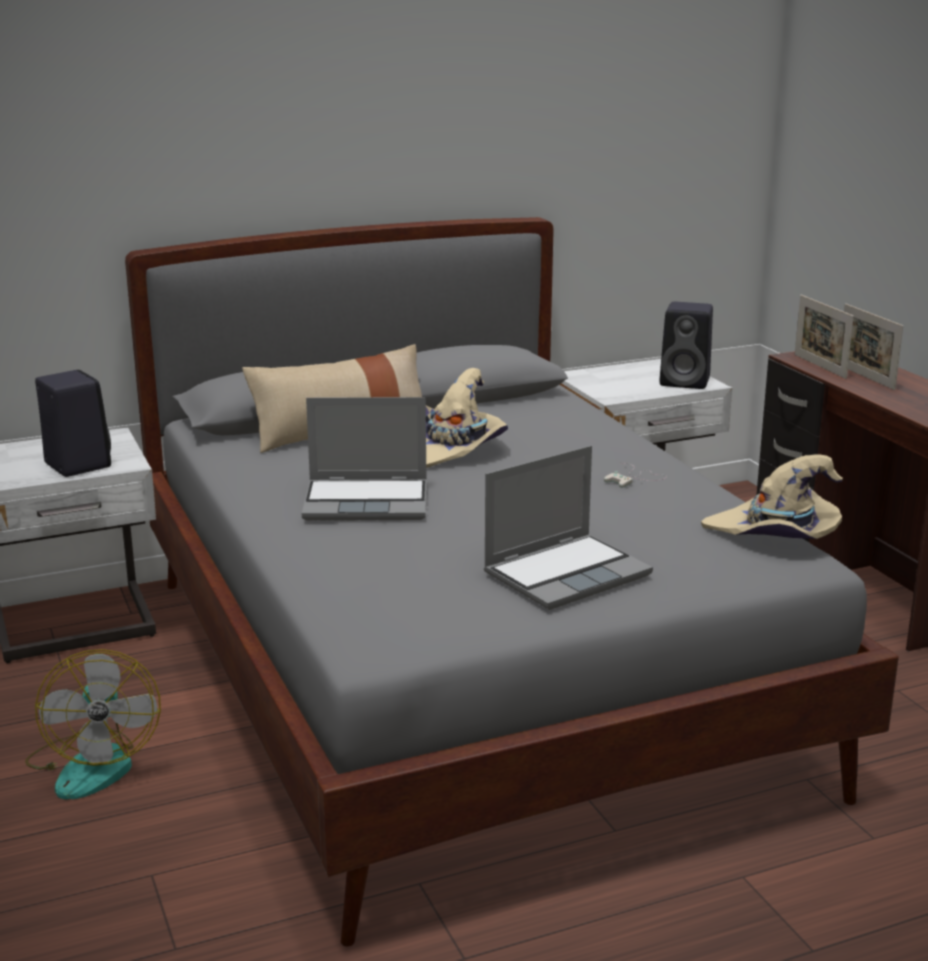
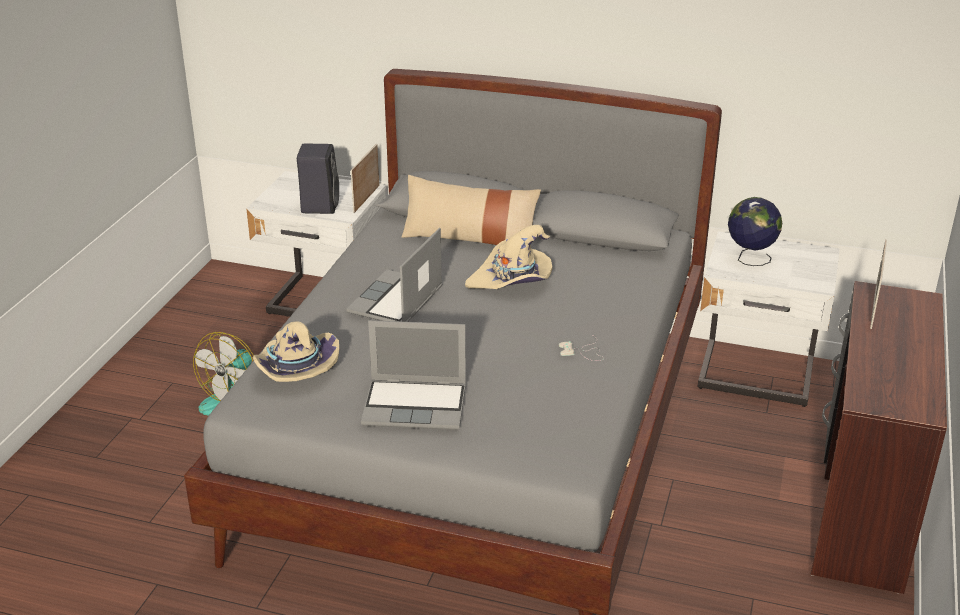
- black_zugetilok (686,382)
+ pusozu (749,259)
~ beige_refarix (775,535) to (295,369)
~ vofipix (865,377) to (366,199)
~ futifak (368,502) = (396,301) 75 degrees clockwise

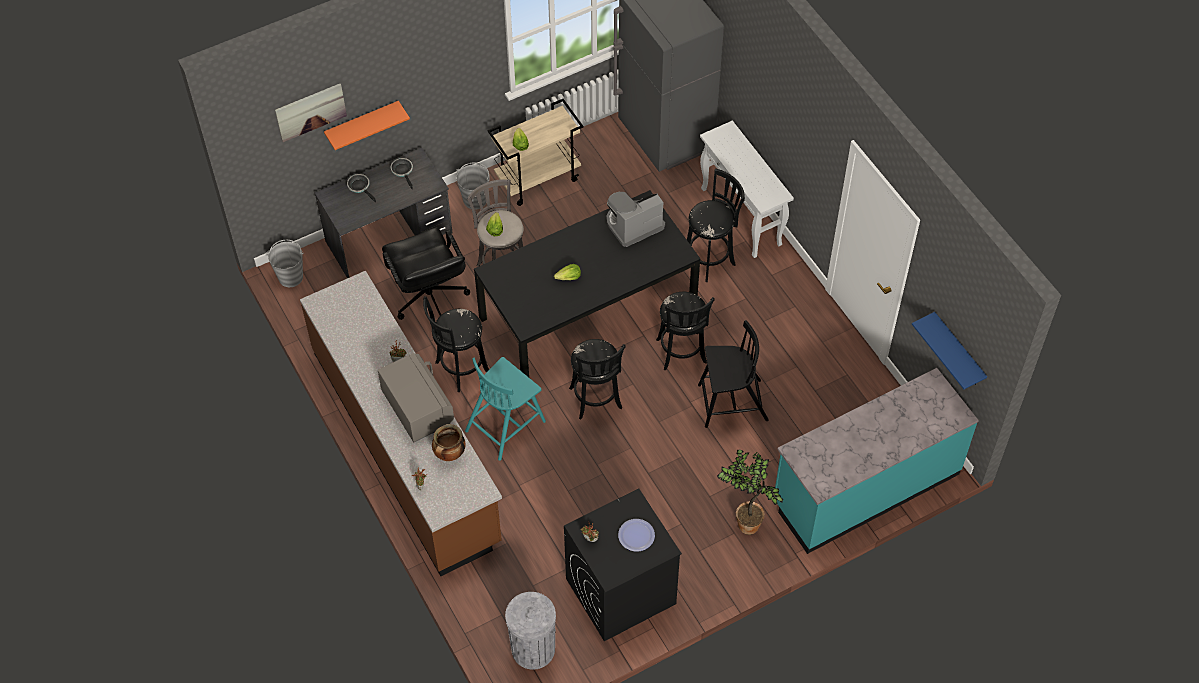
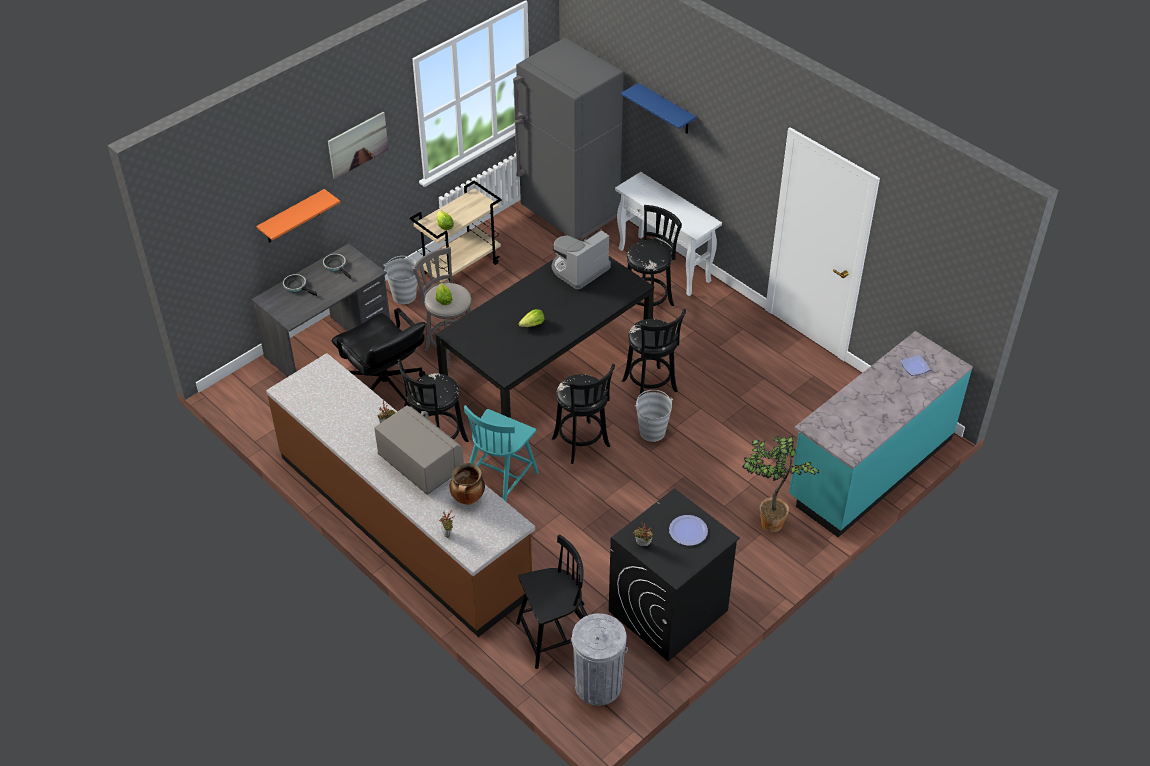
+ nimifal (914,367)
~ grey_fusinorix (291,277) to (652,431)
~ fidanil (310,112) to (358,144)
~ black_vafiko (731,403) to (558,635)
~ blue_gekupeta (958,351) to (666,110)

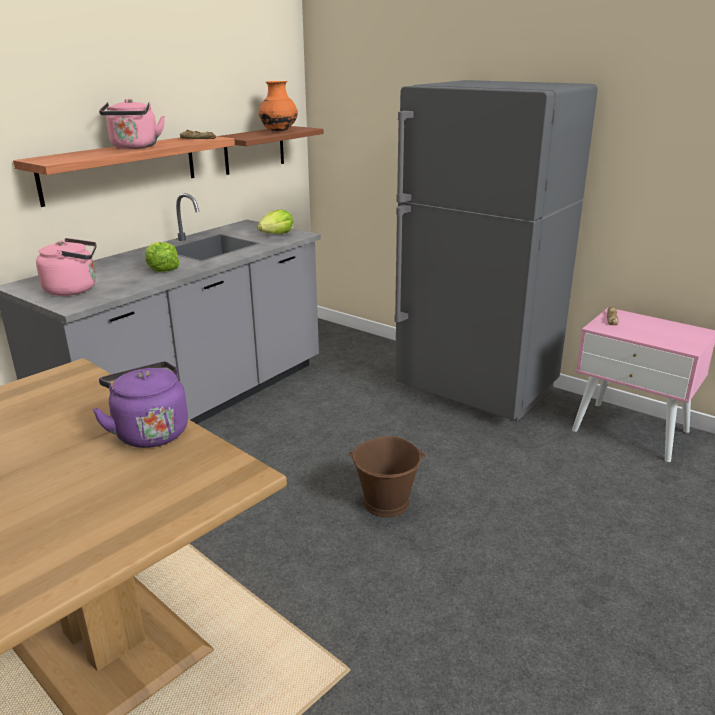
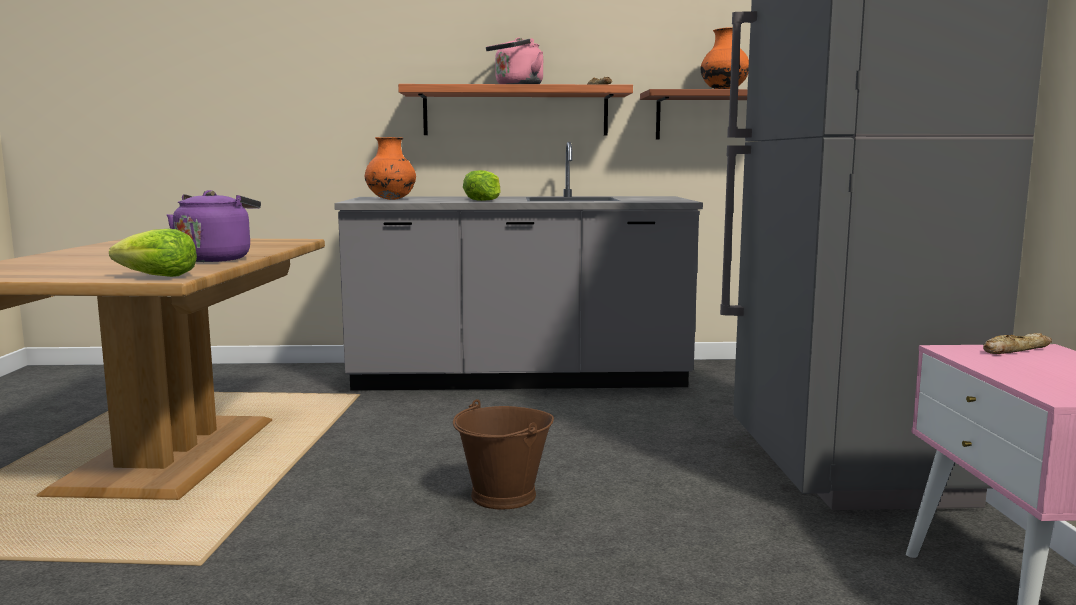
~ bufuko (276,234) to (158,276)
~ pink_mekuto (74,289) to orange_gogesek (391,199)

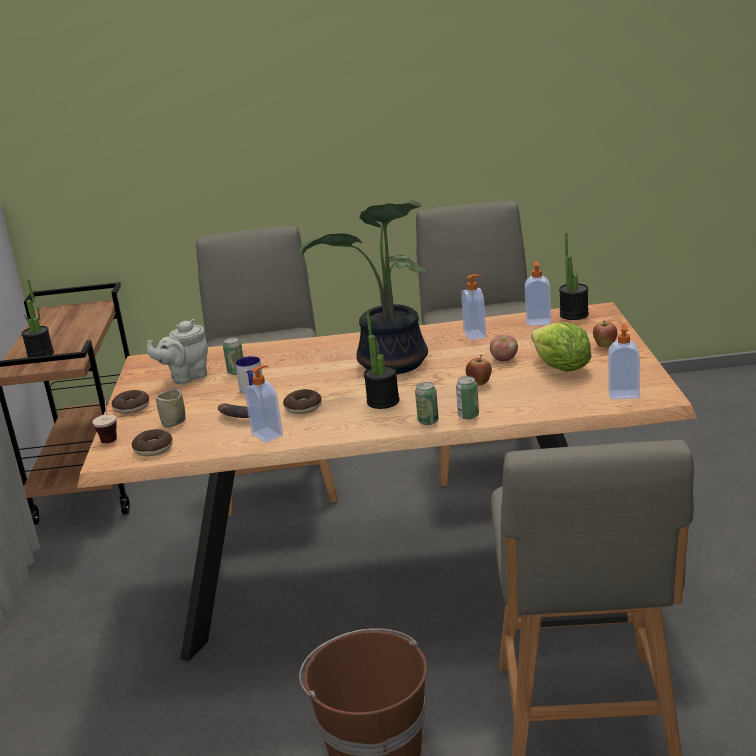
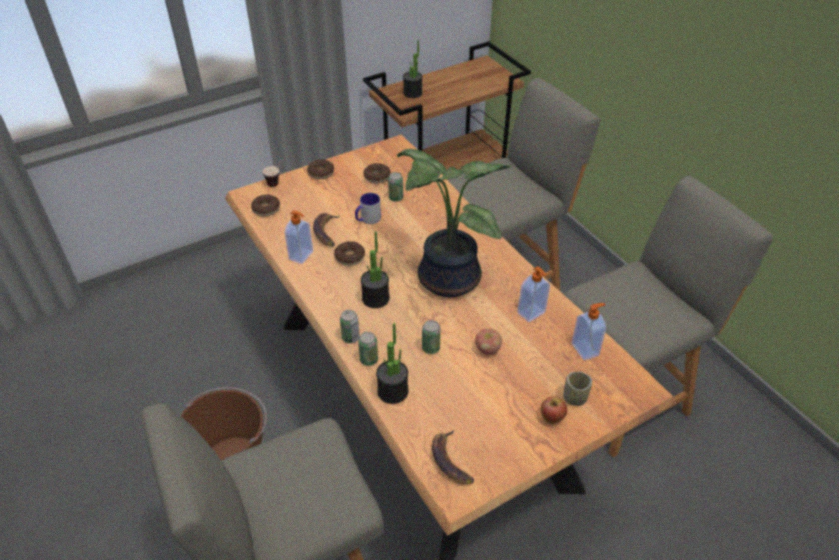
- bufuko (561,368)
~ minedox (174,422) to (574,398)
~ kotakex (574,315) to (393,391)
~ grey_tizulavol (186,377) to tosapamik (377,177)
~ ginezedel (479,384) to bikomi (431,348)
~ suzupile (623,394) to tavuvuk (450,460)

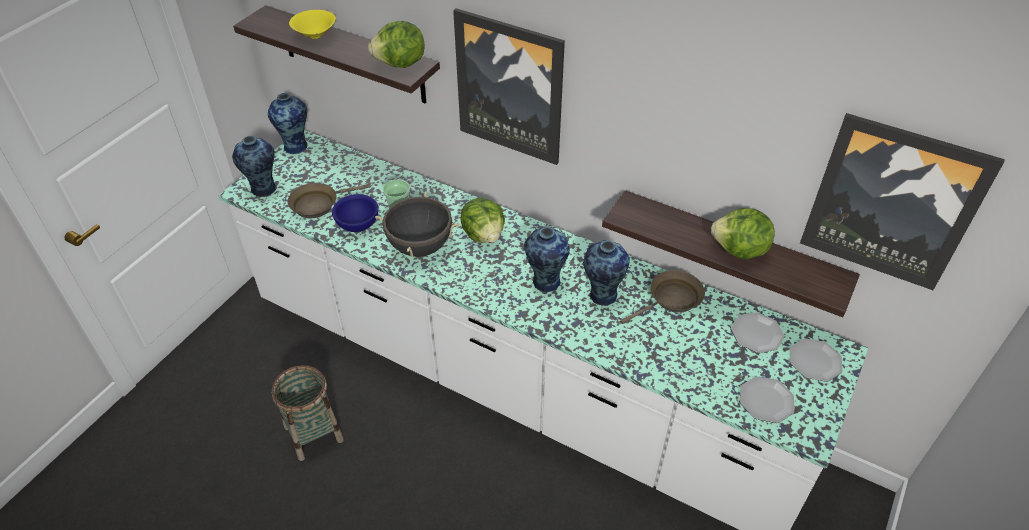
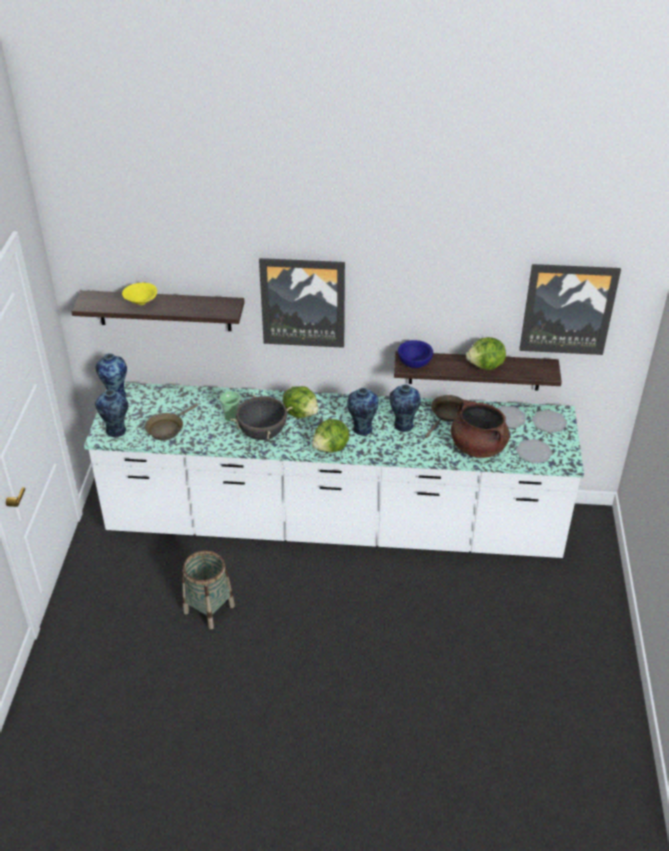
+ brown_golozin (477,447)
~ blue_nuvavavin (358,225) to (414,363)
~ bufuko (400,64) to (331,448)

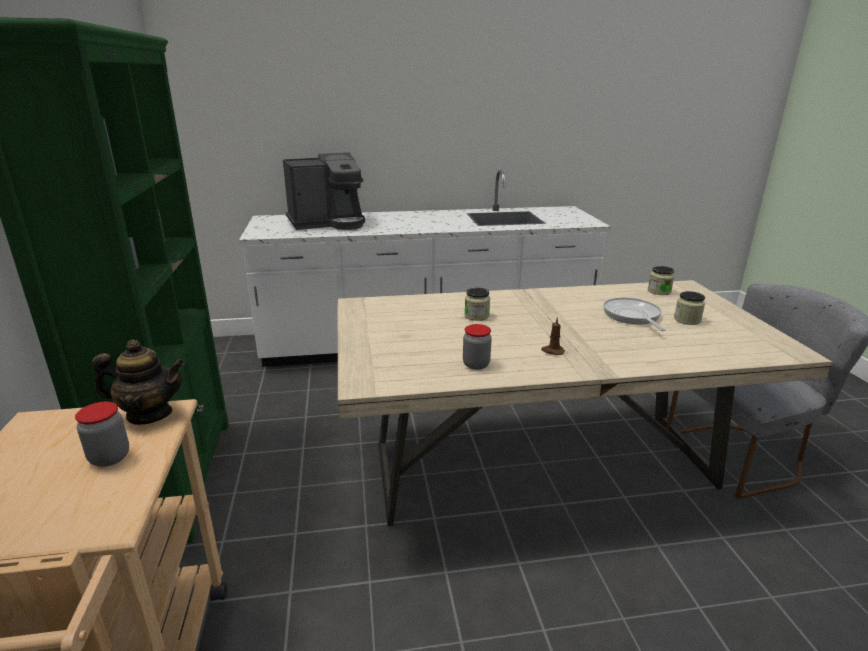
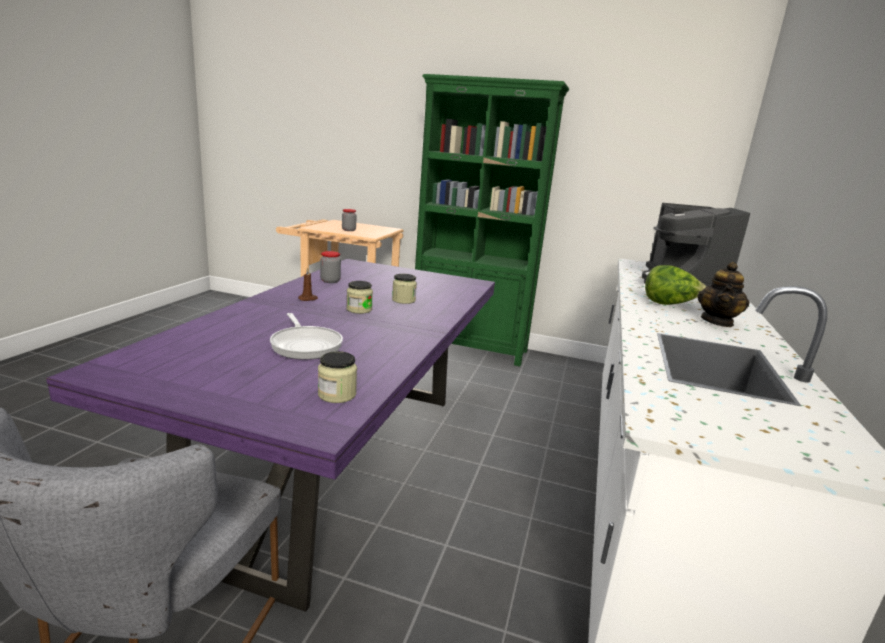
+ bufuko (669,304)
~ tizulavol (149,414) to (717,321)
~ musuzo (687,320) to (359,309)
~ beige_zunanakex (540,468) to purple_zunanakex (340,463)
~ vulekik (632,316) = (305,345) 45 degrees clockwise

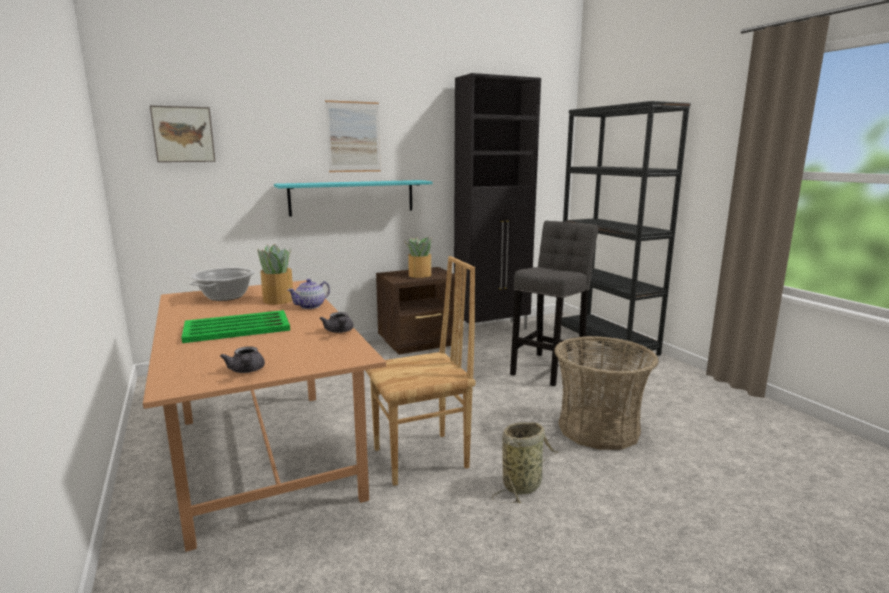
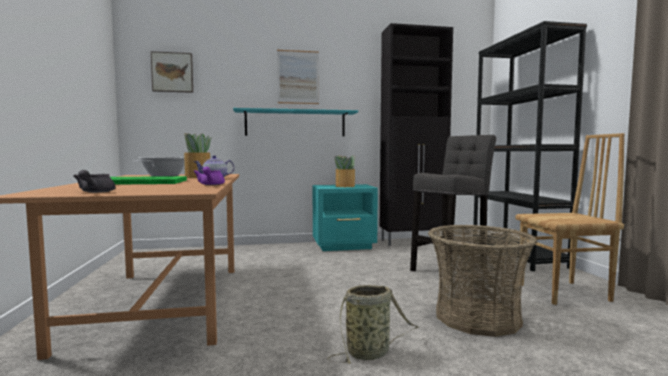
~ brown_vafiko (422,459) to (565,293)
~ grey_tizulavol (339,331) to purple_tizulavol (210,185)
~ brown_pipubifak (419,343) to turquoise_pipubifak (344,246)

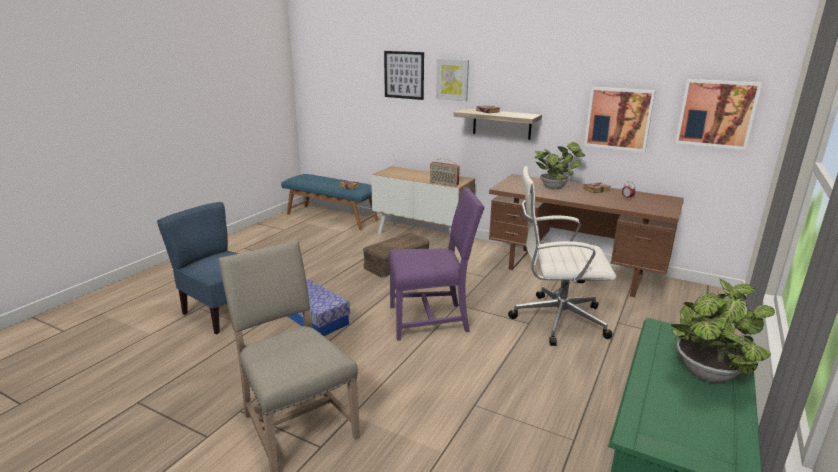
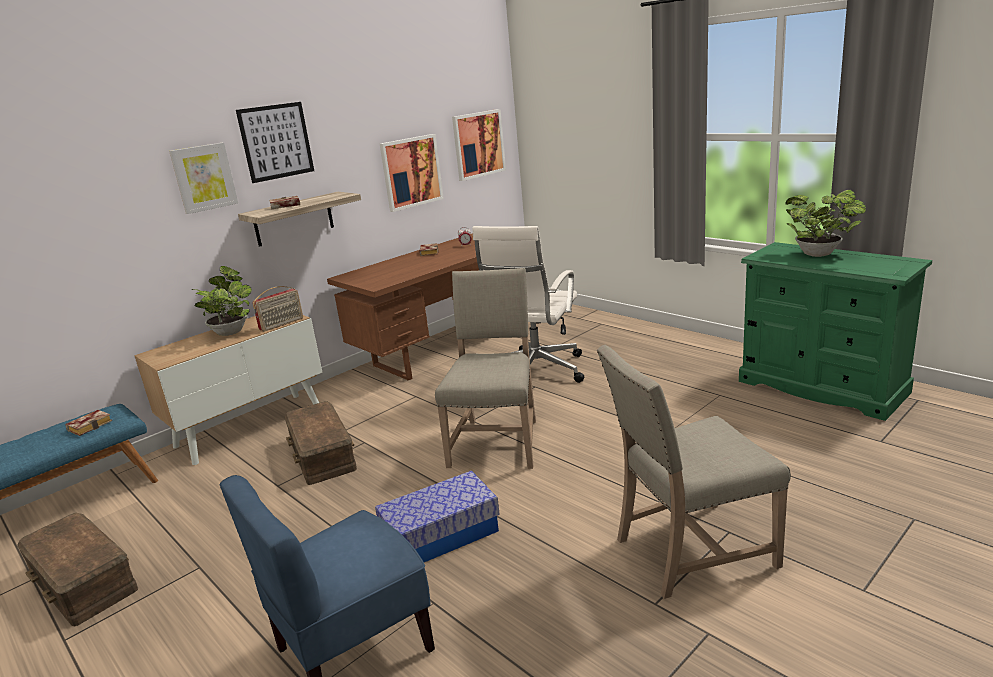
+ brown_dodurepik (82,582)
~ fidanil (404,75) to (276,141)
~ kotakex (555,187) to (231,331)
~ purple_vafiko (431,319) to beige_vafiko (497,441)

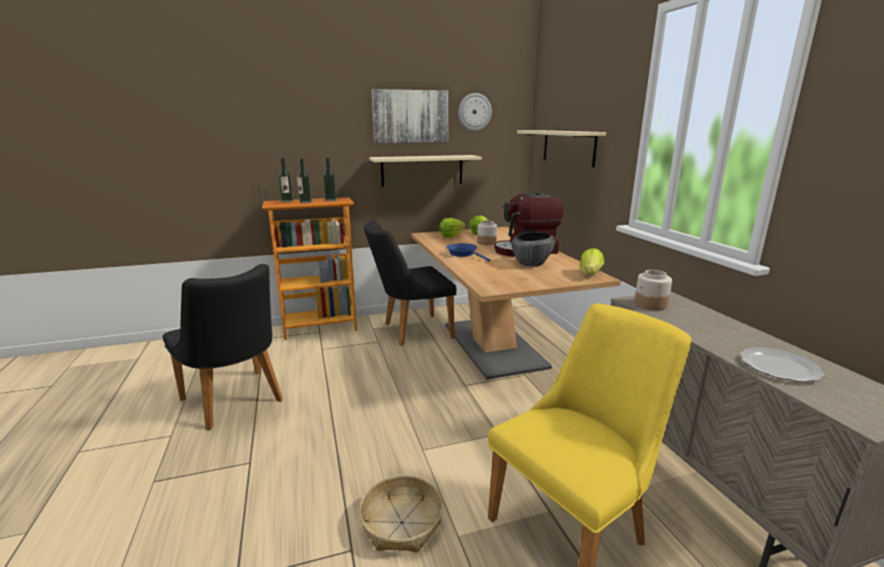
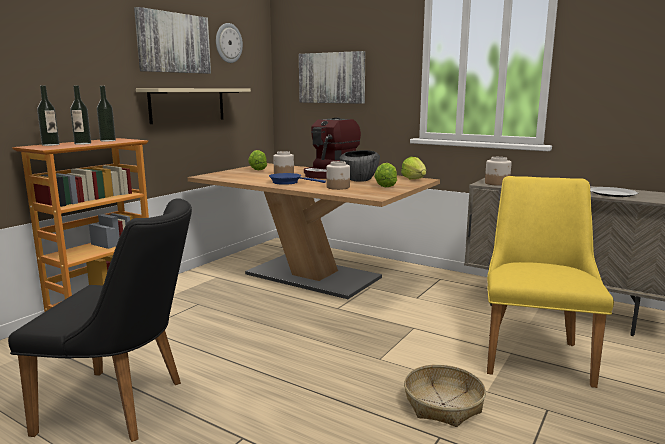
- black_vafiko (411,331)
+ musuzo (338,187)
~ bufuko (451,236) to (386,186)
~ beige_gekupeta (568,147) to fidanil (332,78)

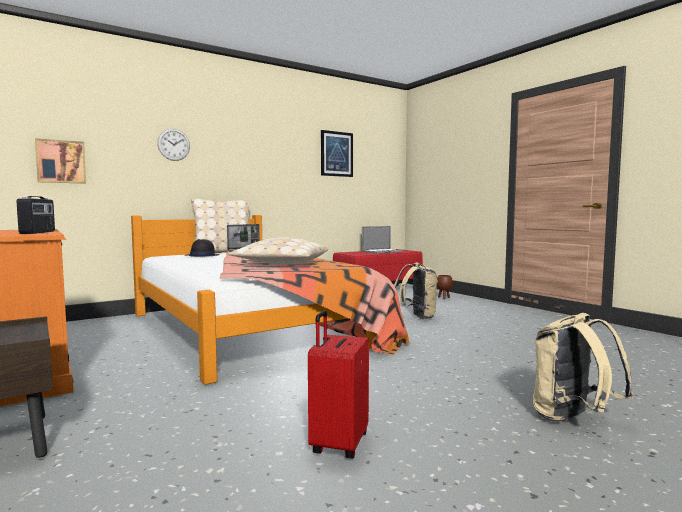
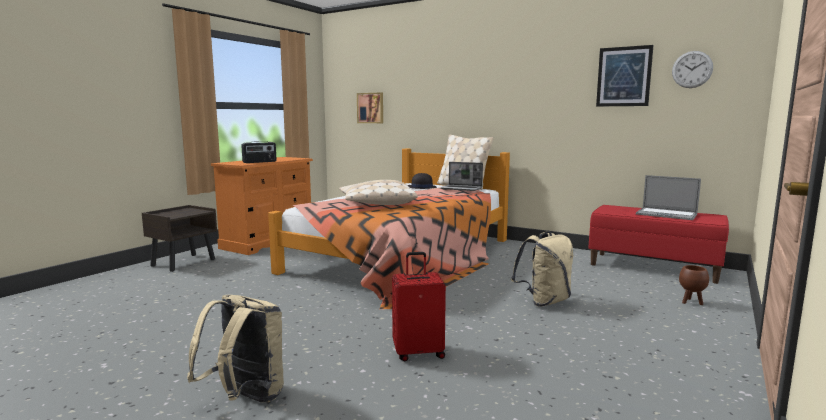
~ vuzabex (174,144) to (692,69)
~ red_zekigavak (338,444) to (418,352)

